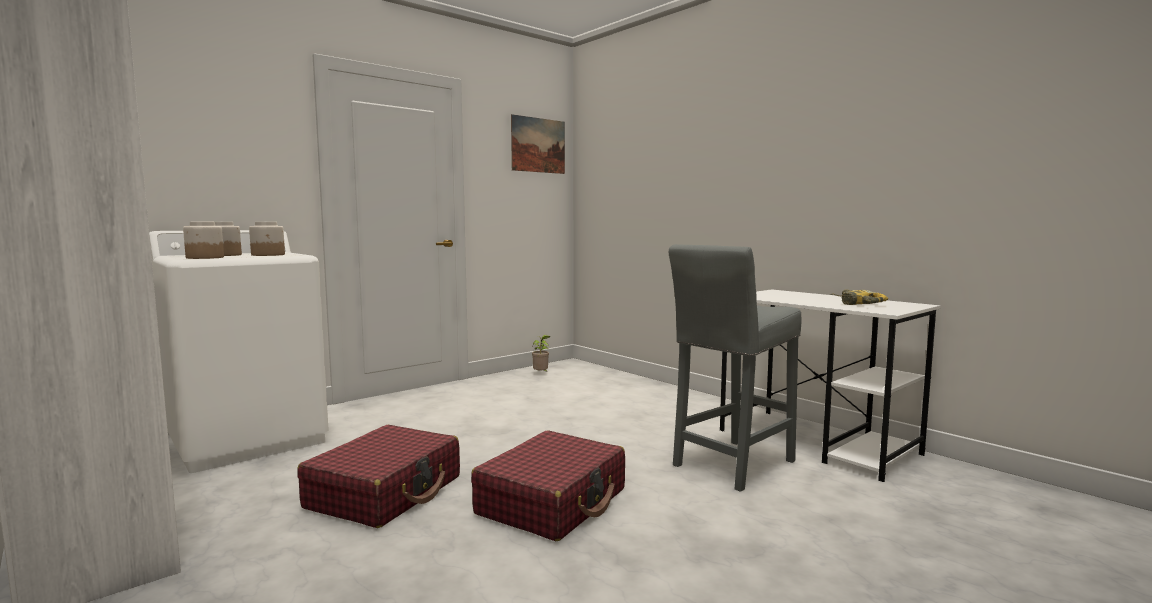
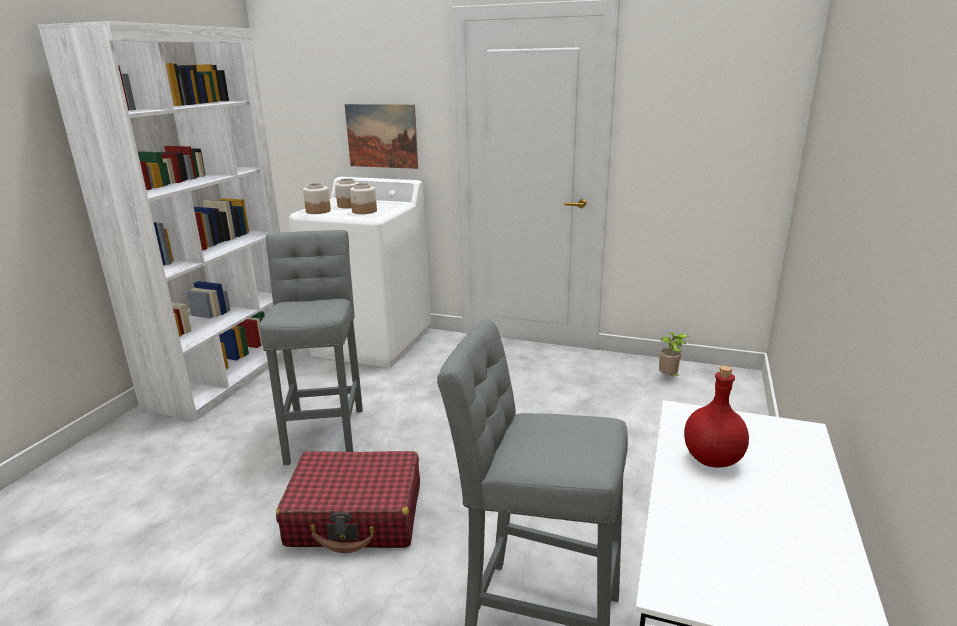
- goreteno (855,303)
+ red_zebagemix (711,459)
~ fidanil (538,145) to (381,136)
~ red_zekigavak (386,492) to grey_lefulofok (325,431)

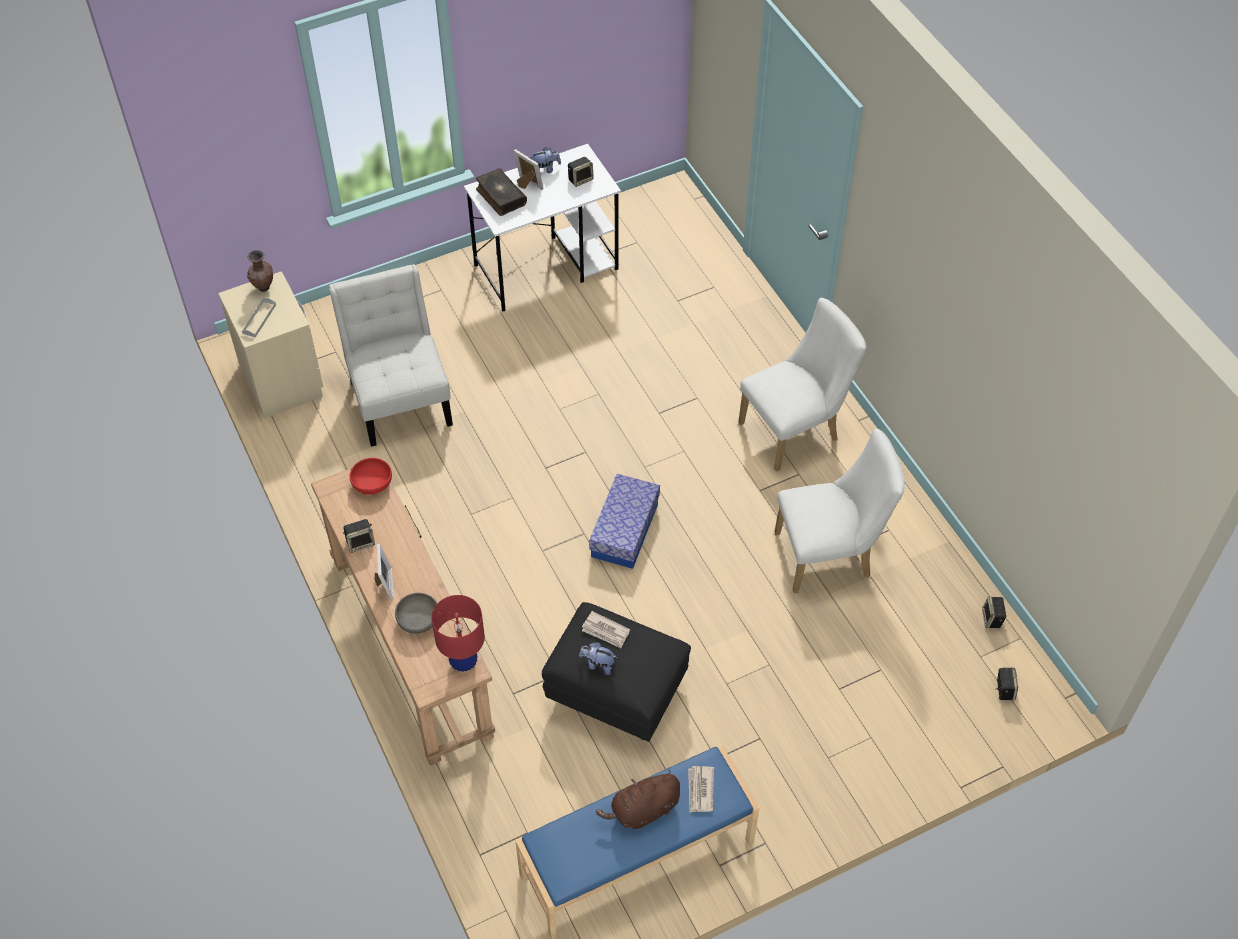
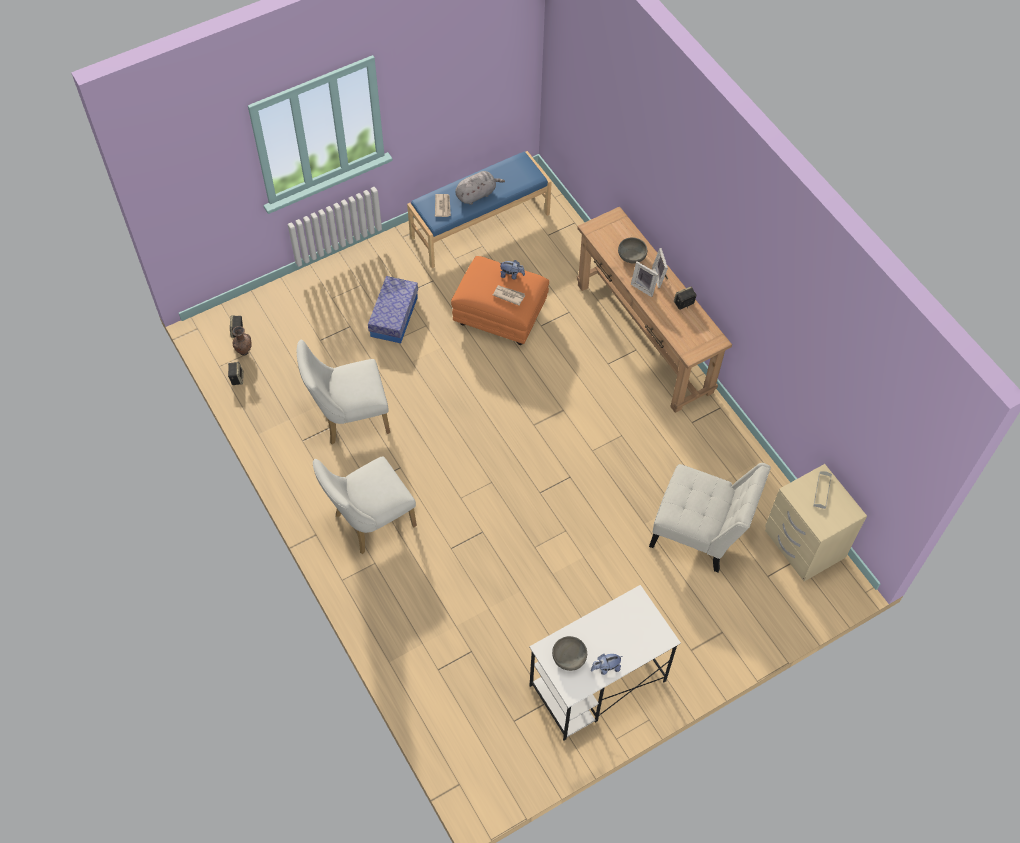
- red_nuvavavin (372,483)
- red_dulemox (463,663)
- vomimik (500,197)
~ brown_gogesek (264,288) to (244,351)
~ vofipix (527,185) to (644,287)
~ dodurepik (624,530) to (394,316)
~ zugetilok (580,179) to grey_nuvavavin (569,657)
~ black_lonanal (615,691) to orange_lonanal (501,317)
~ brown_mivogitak (643,810) to grey_mivogitak (477,194)
~ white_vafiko (400,398) = (700,533) 45 degrees counterclockwise

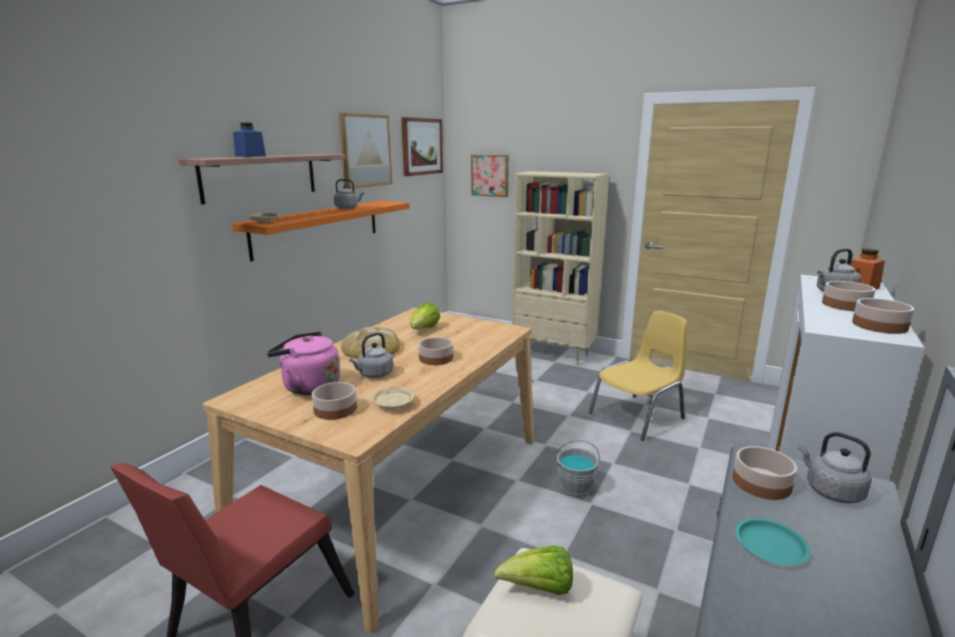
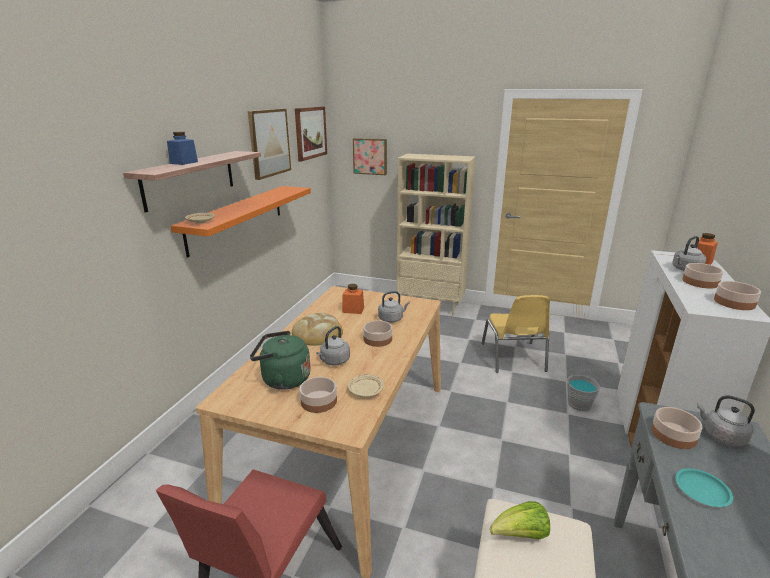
~ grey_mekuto (348,208) to (392,319)
~ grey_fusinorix (575,488) to (579,404)
~ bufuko (424,330) to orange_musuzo (353,310)
~ pink_mekuto (308,387) to green_mekuto (283,379)
~ yellow_vafiko (638,416) = (513,358) 135 degrees clockwise

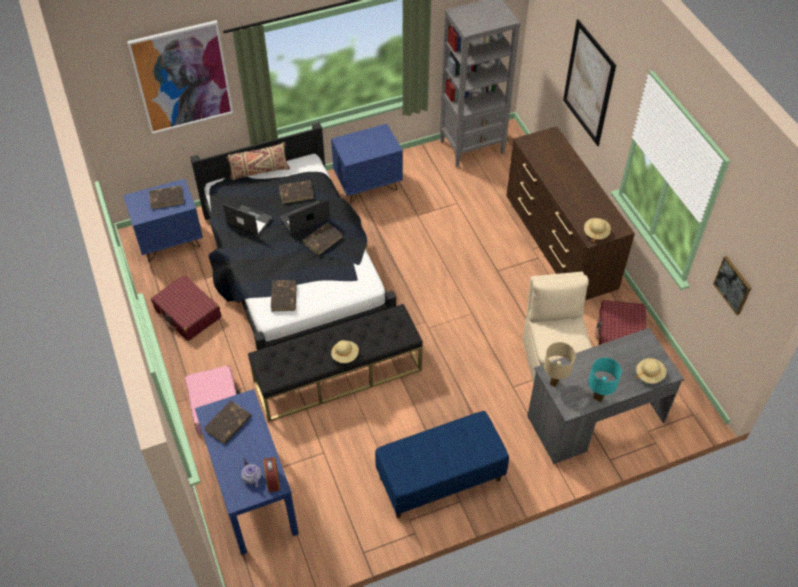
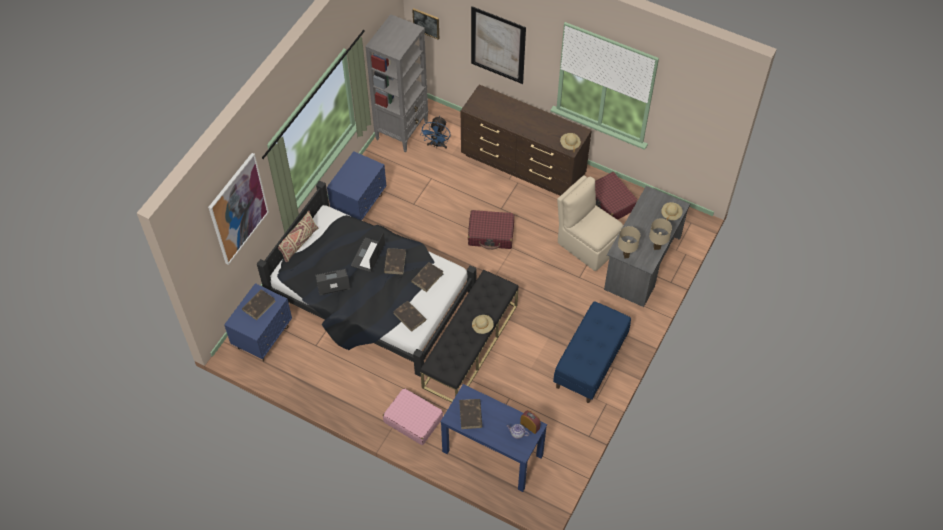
+ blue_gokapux (437,145)
~ red_zekigavak (188,314) to (491,234)
~ brown_vomimik (296,193) to (427,277)
~ fidanil (733,285) to (426,23)
~ turquoise_dulemox (598,398) to beige_dulemox (657,247)

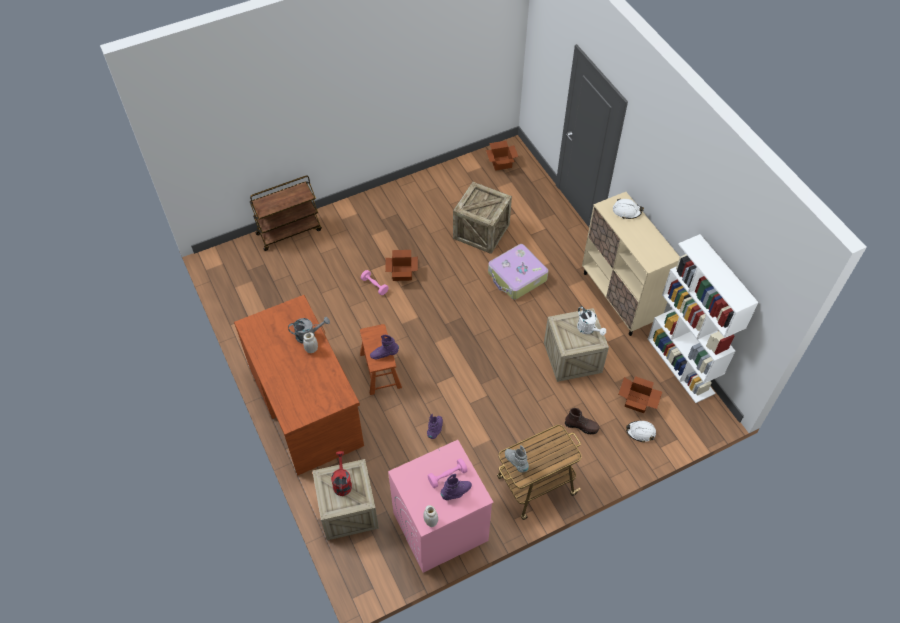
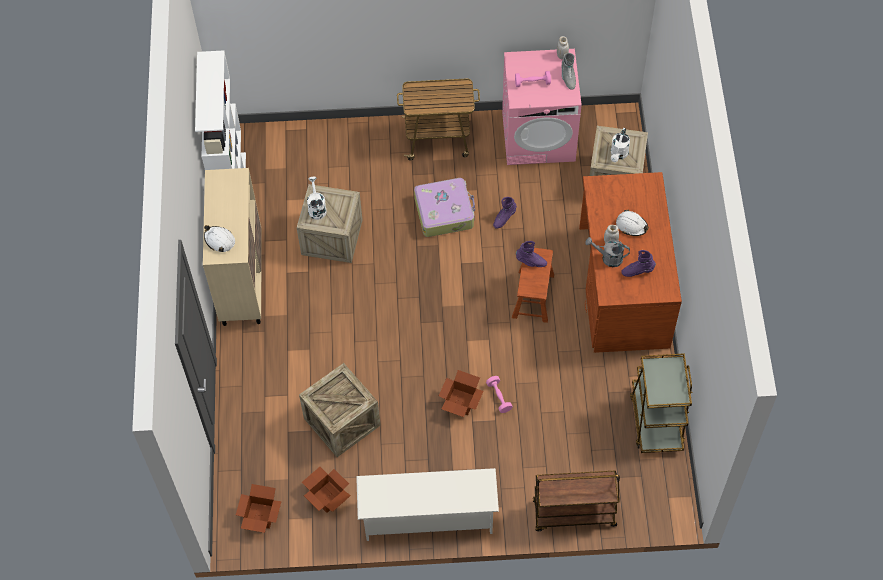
- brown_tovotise (581,426)
+ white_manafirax (428,517)
+ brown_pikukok (656,420)
~ purple_tovotise (456,492) to (637,271)
~ zekigavak (517,277) to (444,212)
~ grey_tovotise (516,462) to (568,78)
~ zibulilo (637,402) to (327,496)
~ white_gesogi (640,432) to (631,225)
~ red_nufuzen (342,482) to white_nufuzen (618,154)

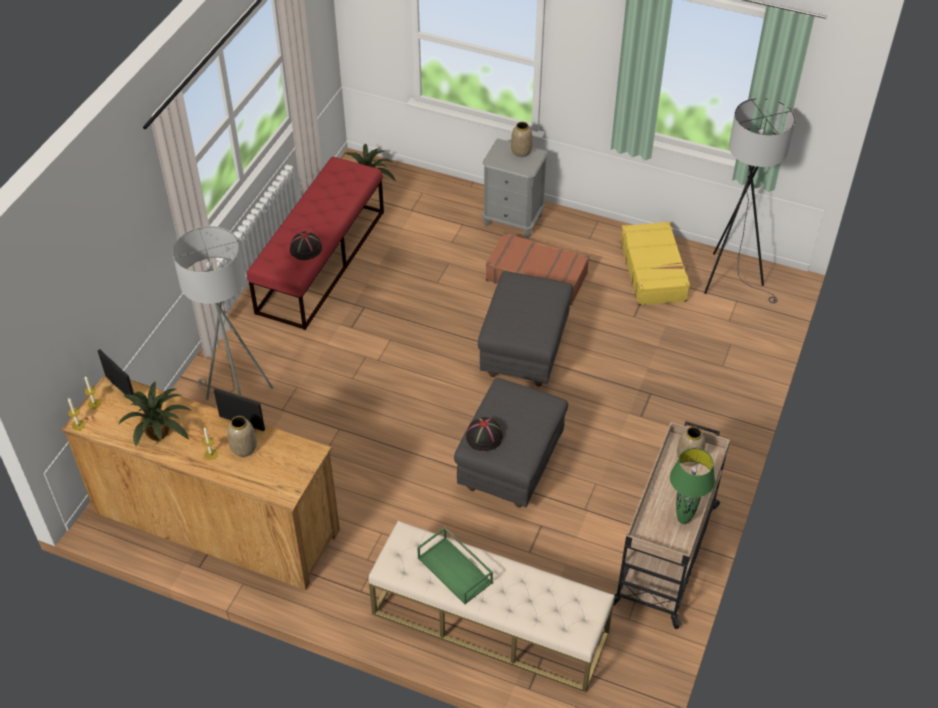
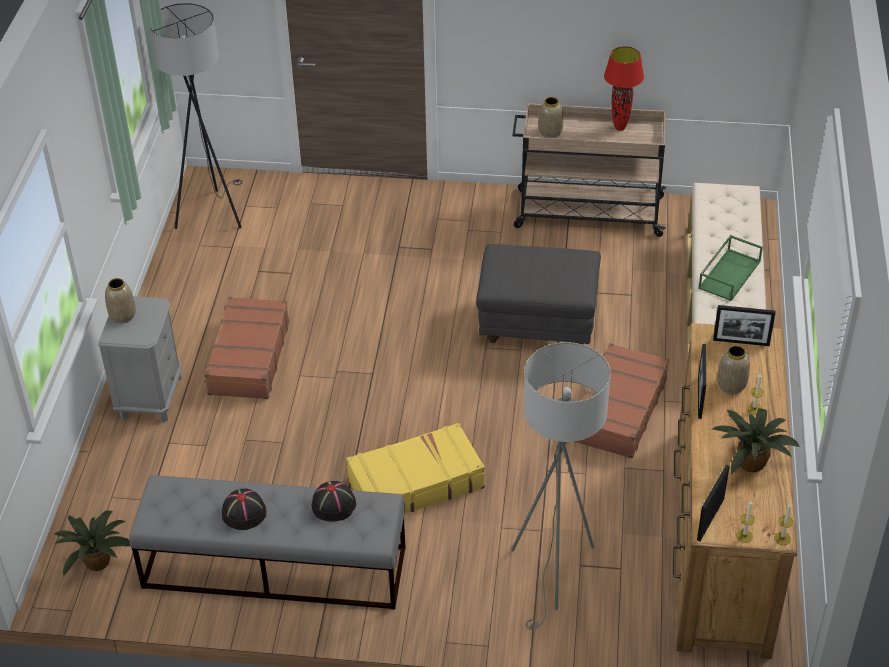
- grey_lonanal (523,352)
+ brown_zekigavak (618,410)
+ vofipix (741,342)
~ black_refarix (484,437) to (244,512)
~ yellow_zekigavak (653,271) to (415,483)
~ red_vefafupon (321,261) to grey_vefafupon (273,567)
~ green_dulemox (683,519) to red_dulemox (619,128)

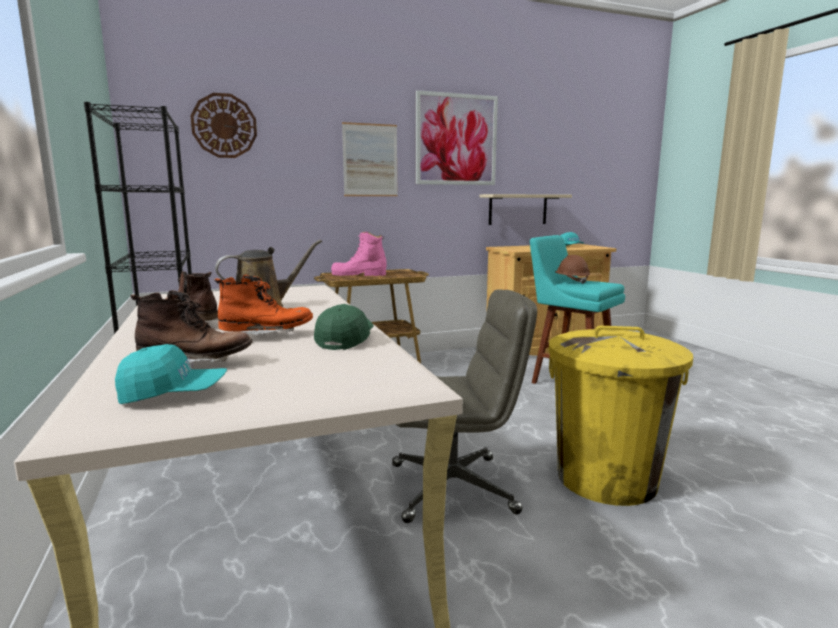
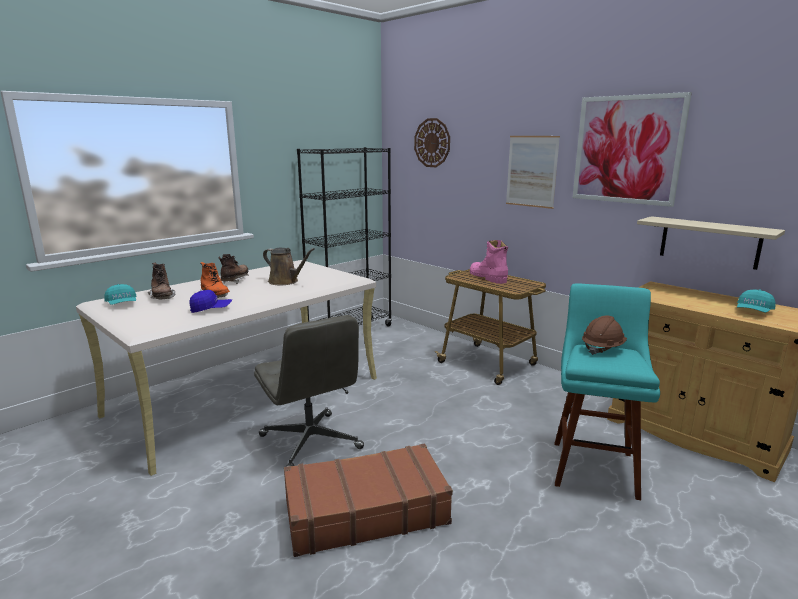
~ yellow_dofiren (607,479) to brown_zekigavak (365,511)
~ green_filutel (345,340) to blue_filutel (211,309)

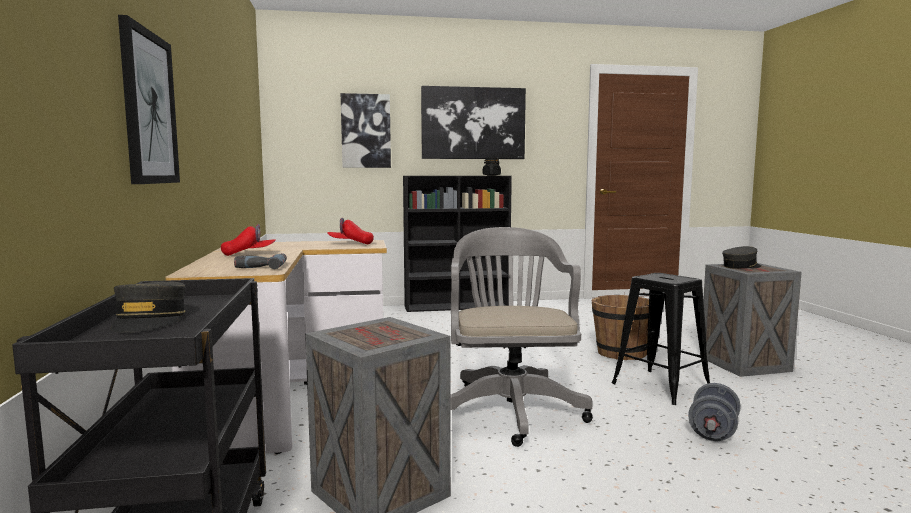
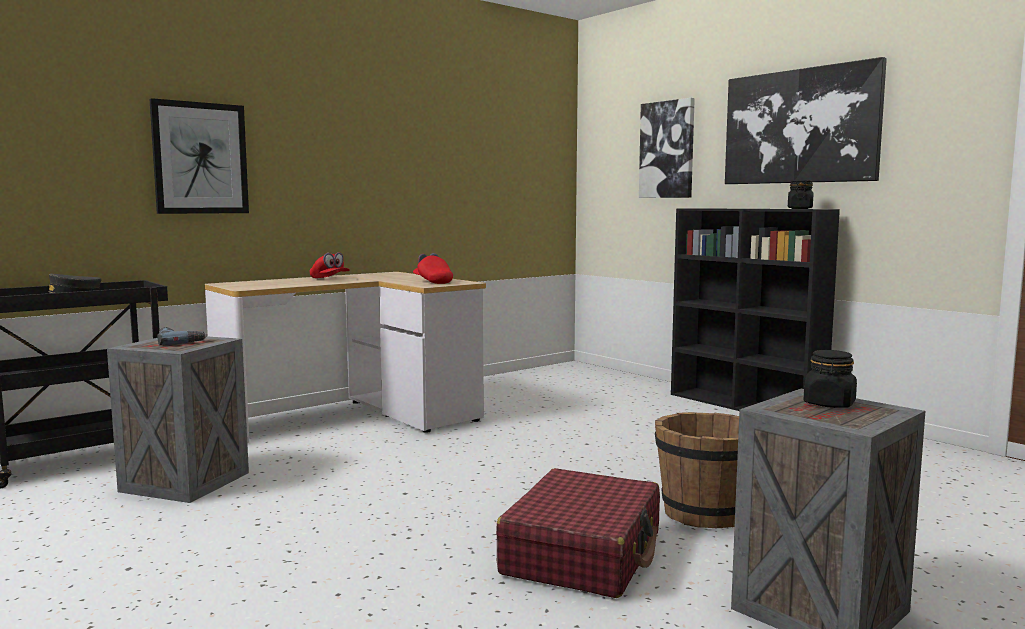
- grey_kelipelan (510,408)
- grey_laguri (713,432)
~ goreteno (261,266) to (179,341)
~ black_lefulofok (661,387) to red_zekigavak (583,553)
~ grey_filutel (741,266) to black_musuzo (829,404)

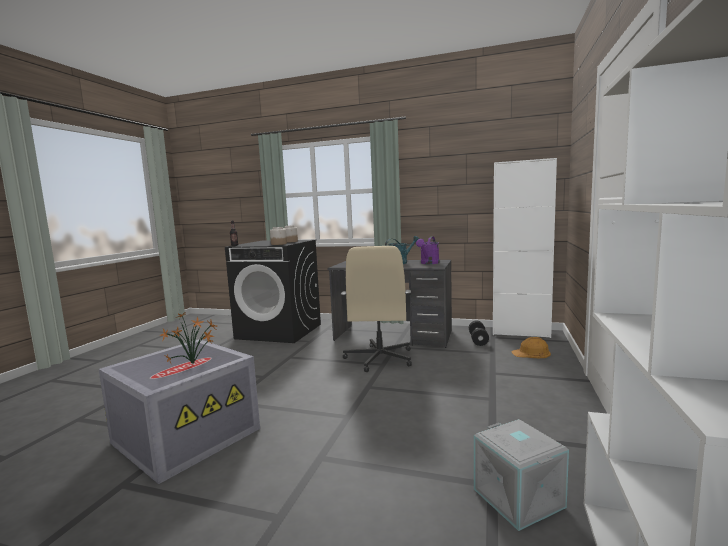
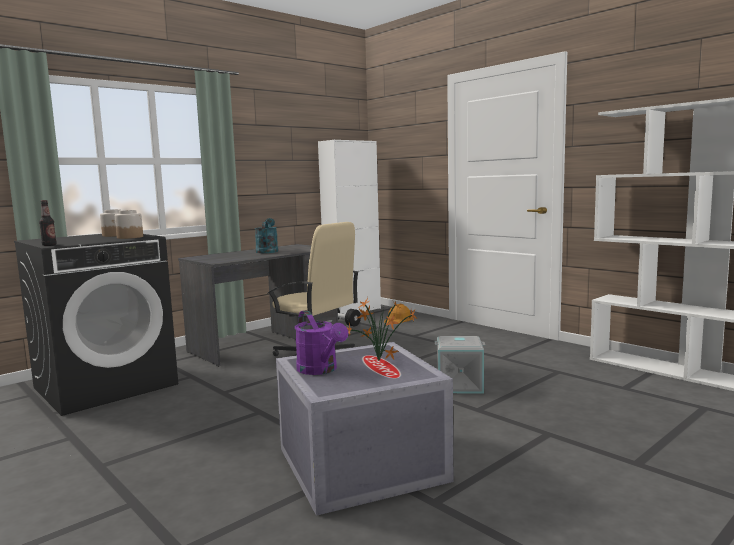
~ purple_nufuzen (428,263) to (320,370)
~ grey_dodurepik (519,498) to (460,385)

